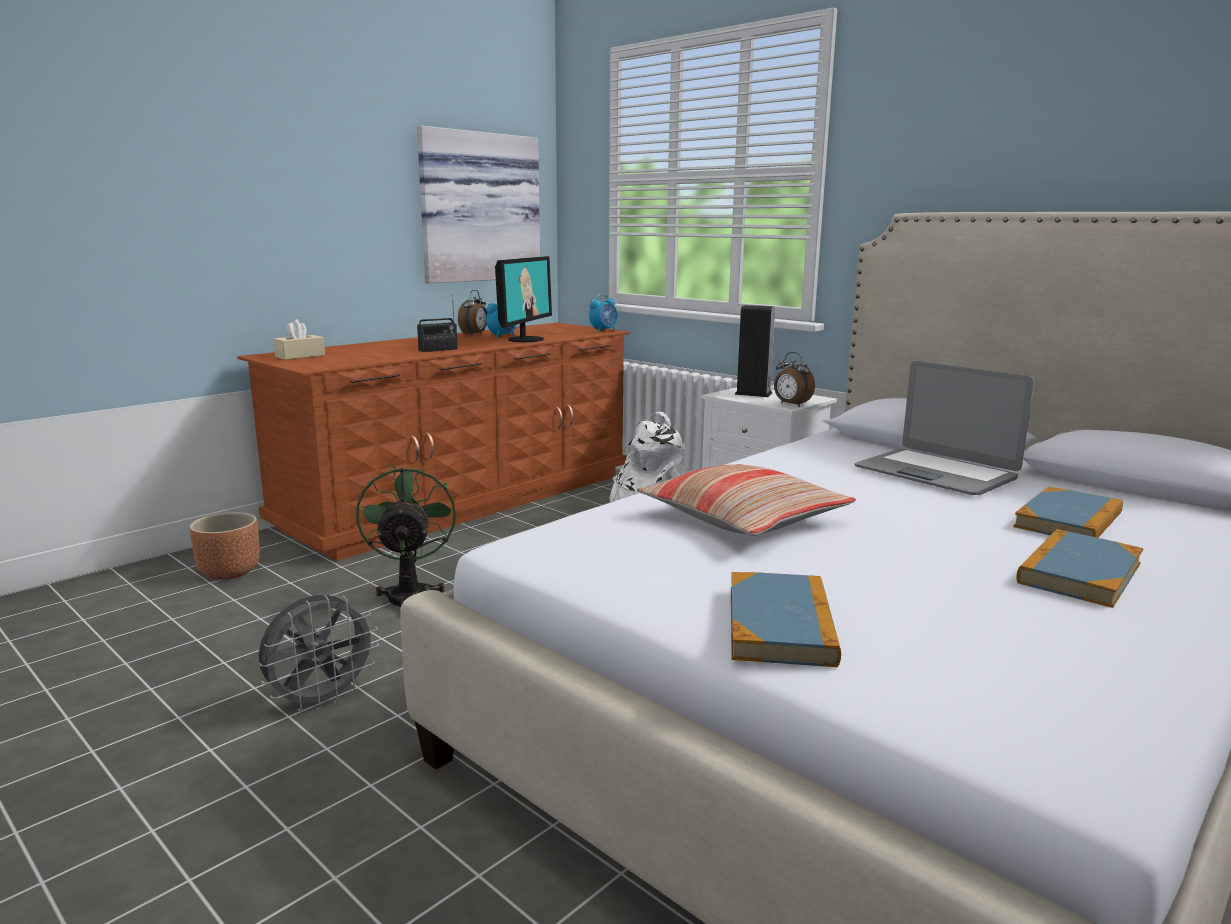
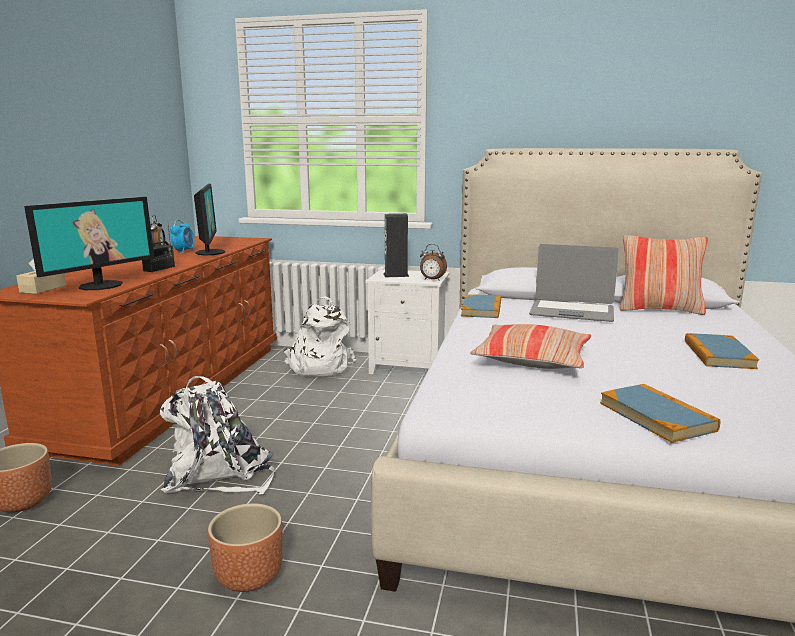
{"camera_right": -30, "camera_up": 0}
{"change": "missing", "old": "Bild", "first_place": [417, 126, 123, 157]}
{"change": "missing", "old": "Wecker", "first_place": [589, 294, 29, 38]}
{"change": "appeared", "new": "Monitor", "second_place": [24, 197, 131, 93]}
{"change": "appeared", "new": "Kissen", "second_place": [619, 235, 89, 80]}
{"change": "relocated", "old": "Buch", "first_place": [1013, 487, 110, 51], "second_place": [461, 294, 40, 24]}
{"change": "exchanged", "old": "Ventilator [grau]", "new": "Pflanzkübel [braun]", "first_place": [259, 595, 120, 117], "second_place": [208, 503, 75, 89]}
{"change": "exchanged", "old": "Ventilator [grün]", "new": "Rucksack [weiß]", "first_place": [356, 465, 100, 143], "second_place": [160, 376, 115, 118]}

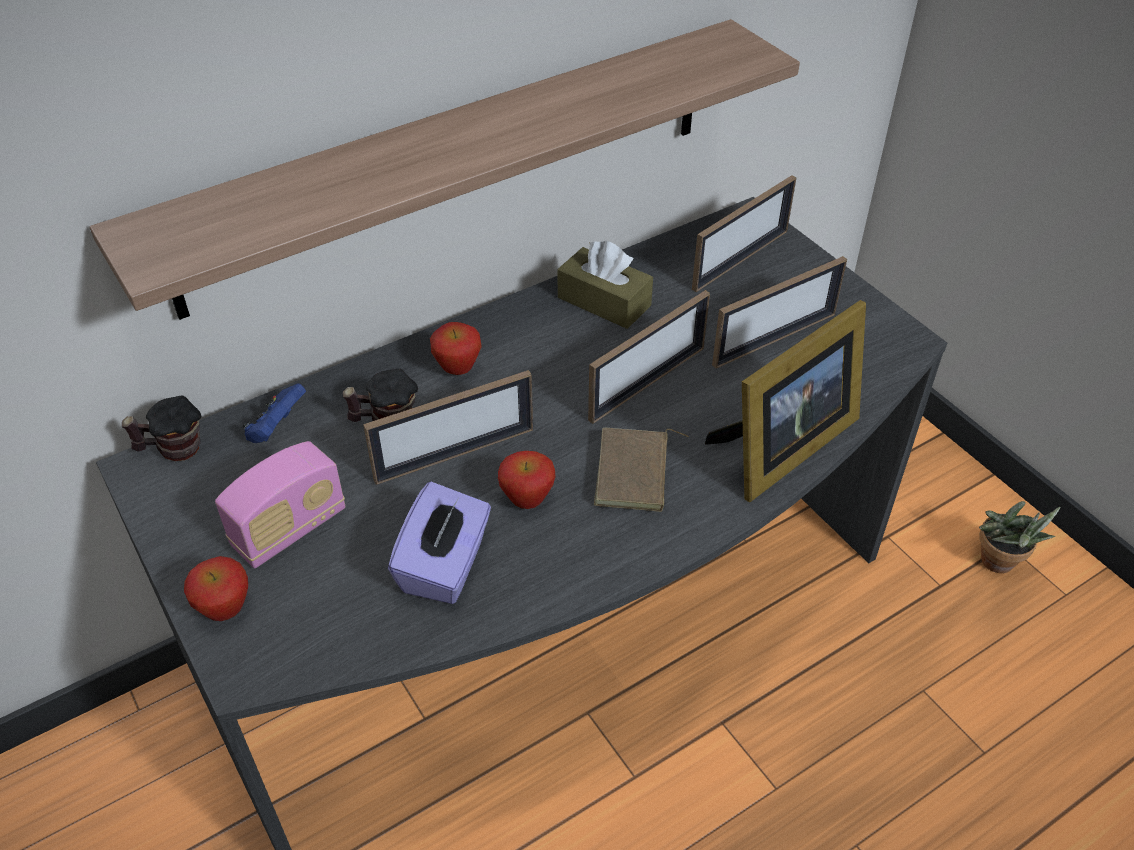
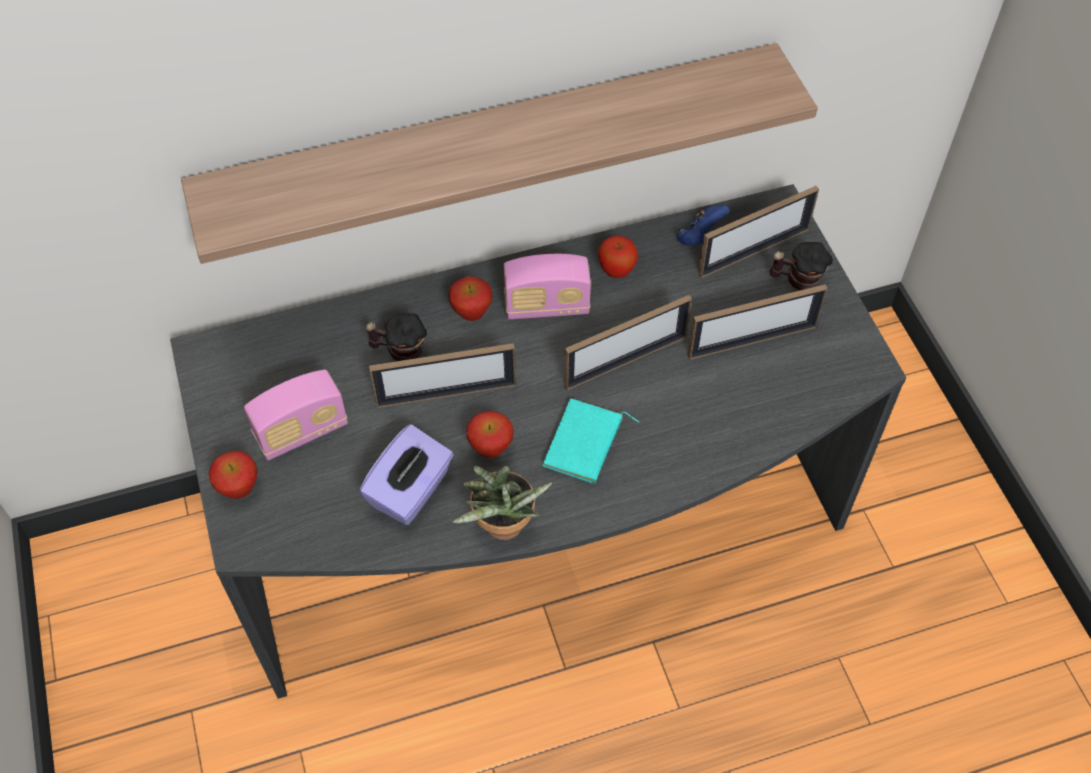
{"camera_right": 15, "camera_up": 10}
{"change": "missing", "old": "Bilderrahmen", "first_place": [704, 300, 162, 202]}
{"change": "appeared", "new": "Radio", "second_place": [504, 254, 87, 65]}
{"change": "relocated", "old": "Henkelbecher", "first_place": [122, 396, 79, 65], "second_place": [769, 242, 64, 48]}
{"change": "relocated", "old": "Gamepad [blau]", "first_place": [242, 383, 64, 60], "second_place": [677, 205, 52, 41]}
{"change": "relocated", "old": "Topfpflanze", "first_place": [979, 501, 81, 72], "second_place": [453, 466, 99, 74]}
{"change": "exchanged", "old": "Taschentuchbox [braun]", "new": "Apfel", "first_place": [558, 241, 95, 88], "second_place": [598, 235, 40, 43]}
{"change": "colour", "old": "Buch [braun]", "new": "Buch [türkis]", "first_place": [594, 428, 95, 84], "second_place": [542, 399, 98, 85]}

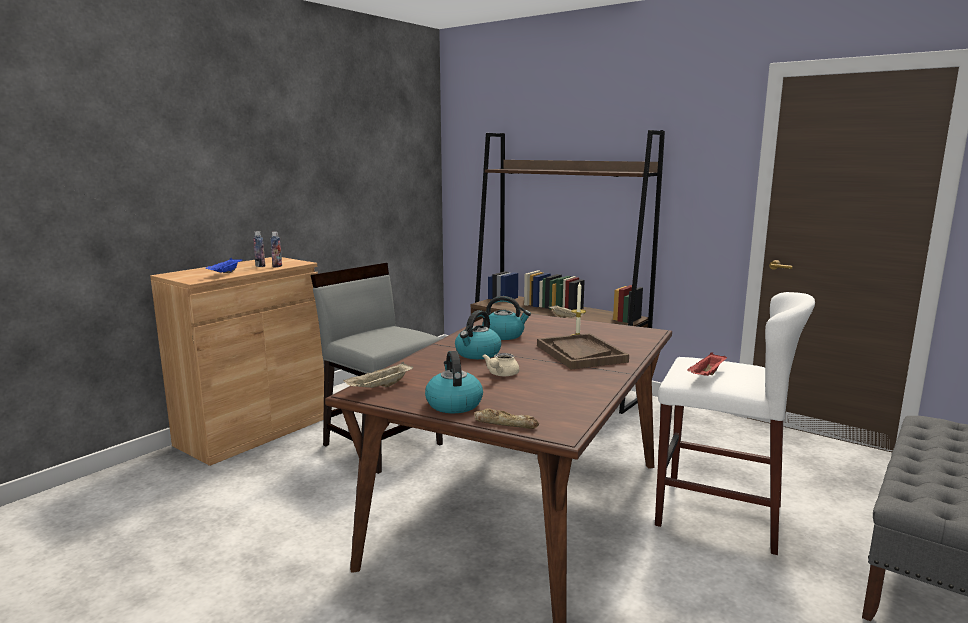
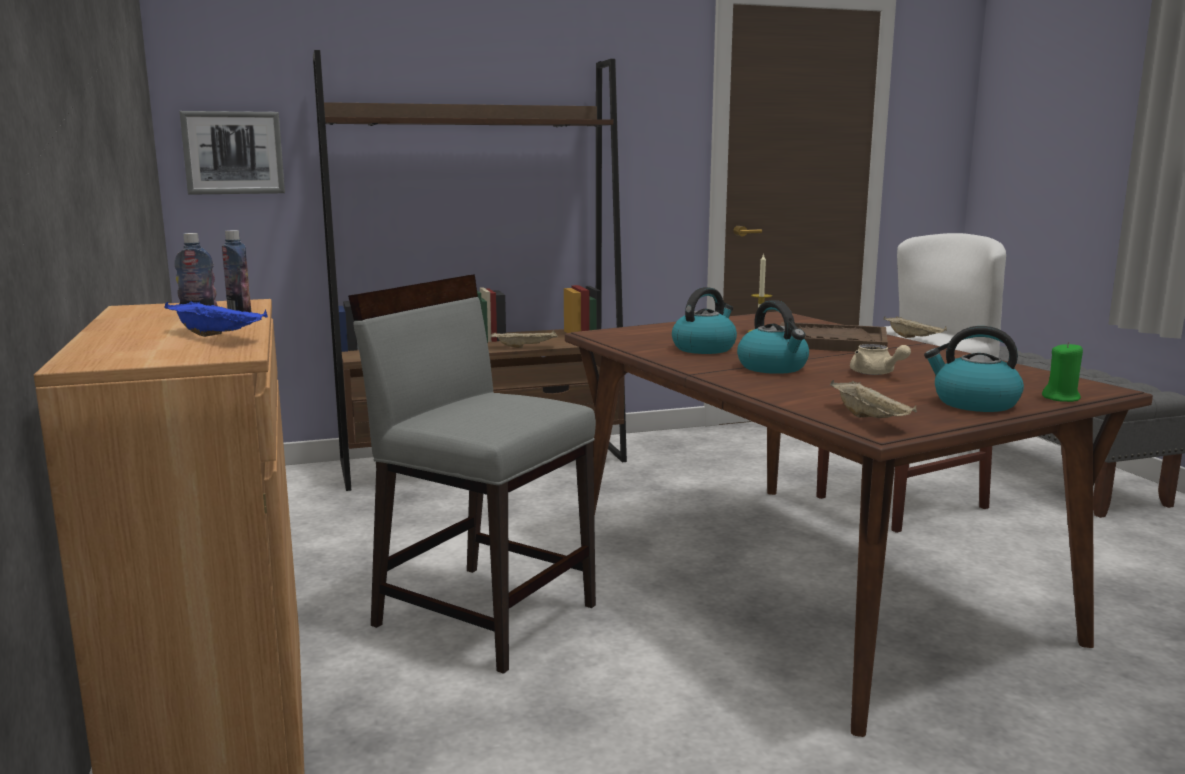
{"camera_right": -55, "camera_up": 0}
{"change": "appeared", "new": "Bild", "second_place": [179, 111, 106, 84]}
{"change": "exchanged", "old": "Brot", "new": "Kerze [grün]", "first_place": [474, 409, 65, 20], "second_place": [1042, 342, 41, 60]}
{"change": "colour", "old": "Tablett [rot]", "new": "Tablett [beige]", "first_place": [687, 352, 40, 24], "second_place": [883, 316, 64, 22]}
{"change": "spun", "old": "Stuhl [grau]", "first_place": [311, 263, 132, 211], "second_place": [348, 274, 248, 400], "degrees": 45}

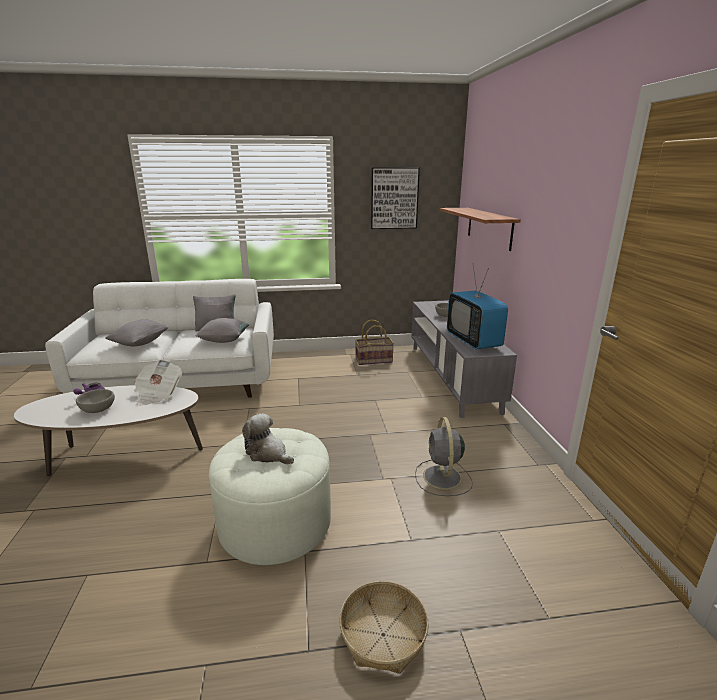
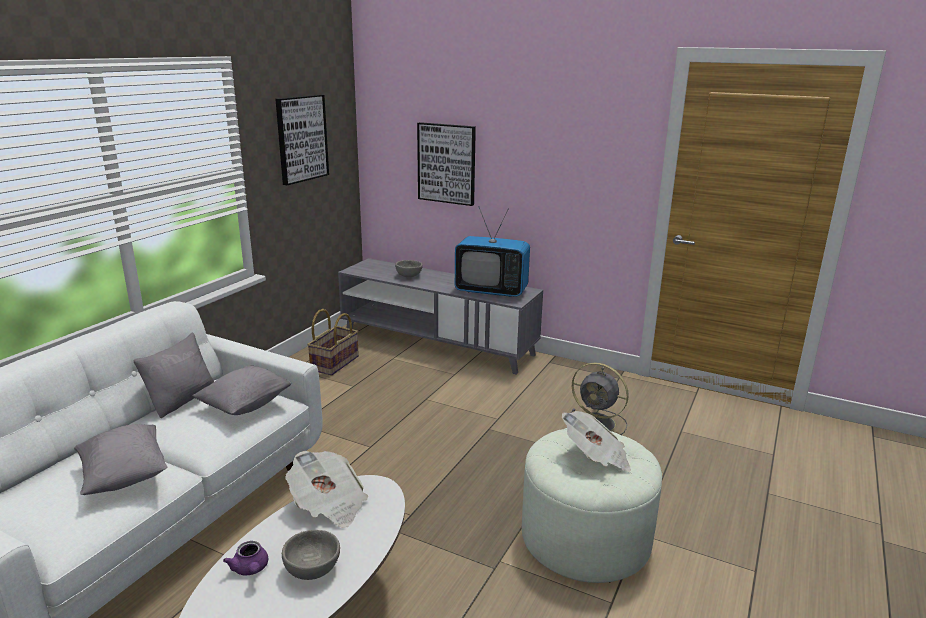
{"camera_right": -55, "camera_up": 0}
{"change": "missing", "old": "Korb", "first_place": [339, 581, 90, 93]}
{"change": "exchanged", "old": "Plüschtier", "new": "Zeitung", "first_place": [242, 413, 52, 52], "second_place": [562, 411, 69, 60]}
{"change": "exchanged", "old": "Wandregal", "new": "Bild", "first_place": [440, 208, 81, 43], "second_place": [417, 122, 59, 84]}

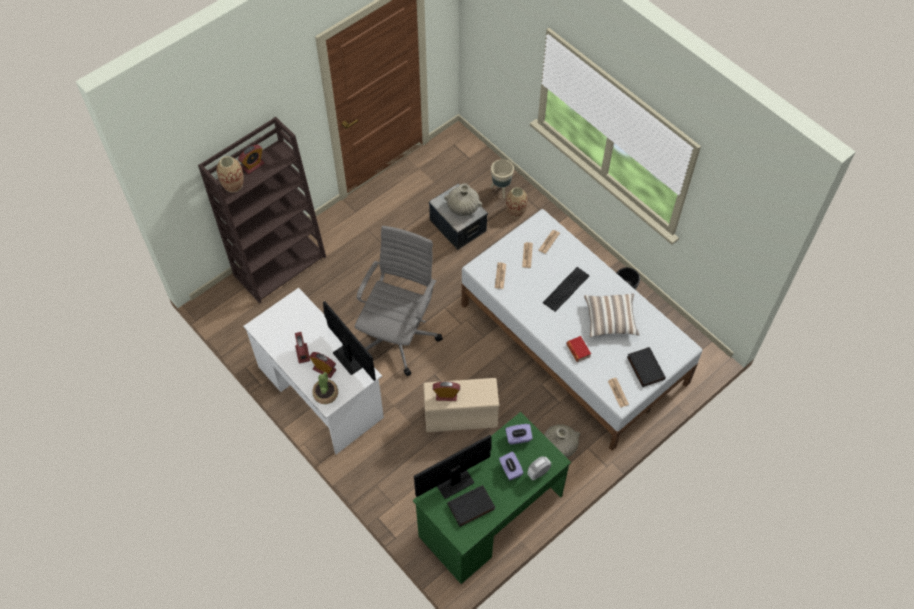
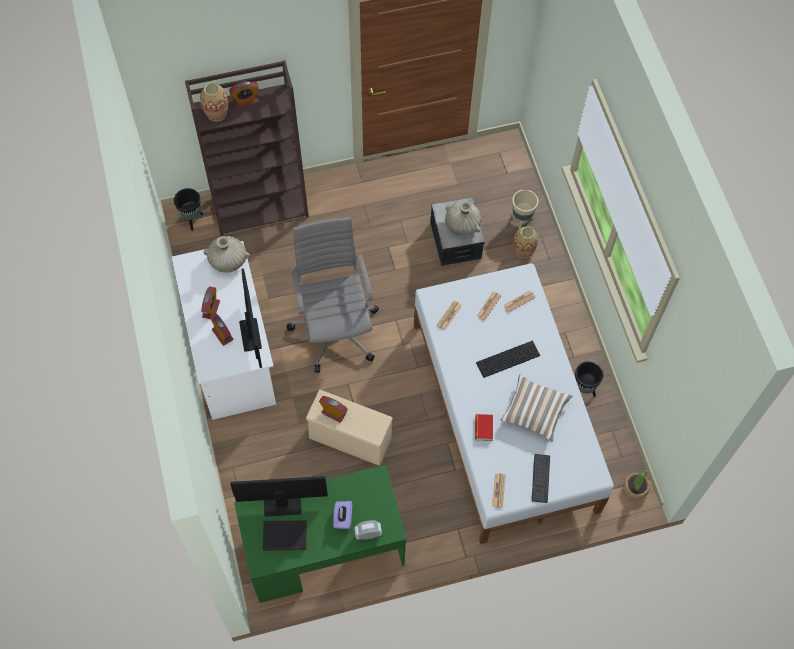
{"camera_right": 25, "camera_up": 5}
{"change": "missing", "old": "Taschentuchbox [lila]", "first_place": [505, 424, 28, 21]}
{"change": "appeared", "new": "Pflanzkübel [schwarz]", "second_place": [174, 188, 30, 43]}
{"change": "relocated", "old": "Topfpflanze", "first_place": [312, 372, 26, 32], "second_place": [623, 470, 27, 29]}
{"change": "relocated", "old": "Vase [beige]", "first_place": [544, 424, 37, 34], "second_place": [204, 236, 46, 37]}
{"change": "exchanged", "old": "Buch [schwarz]", "new": "Tastatur", "first_place": [627, 347, 39, 40], "second_place": [532, 454, 18, 49]}
{"change": "spun", "old": "Bürostuhl [grau]", "first_place": [355, 225, 88, 151], "second_place": [287, 217, 92, 156], "degrees": -60}

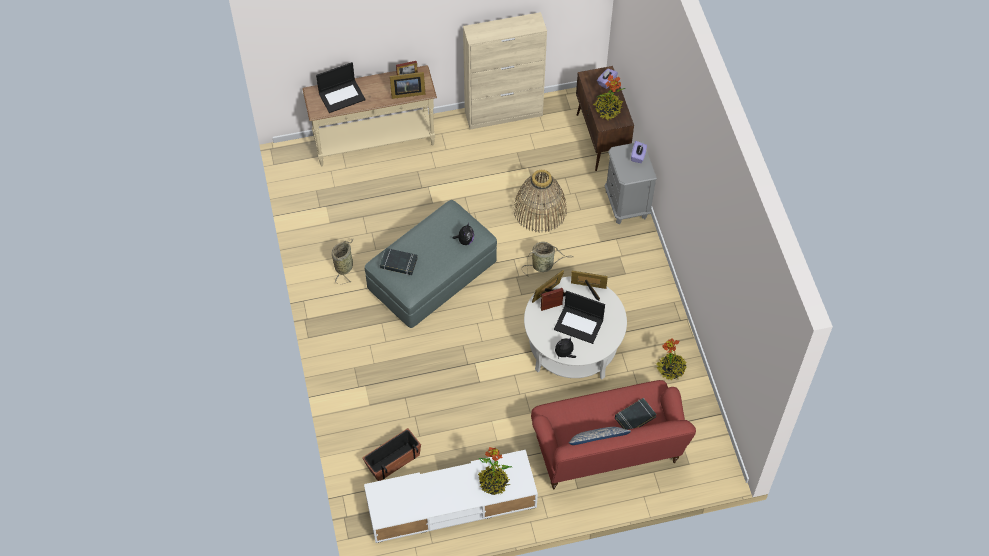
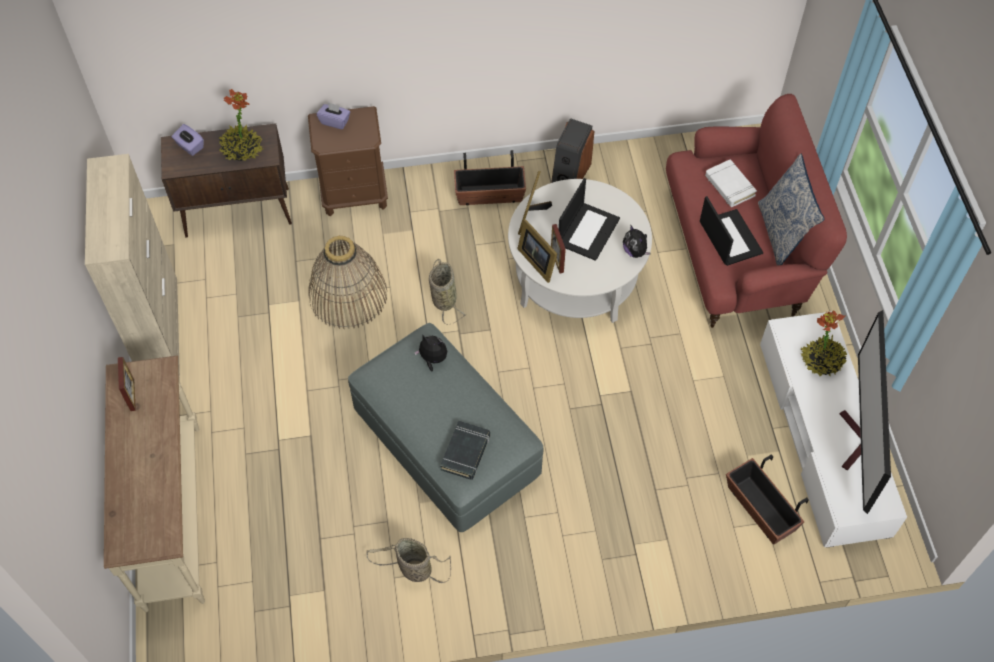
{"camera_right": -85, "camera_up": 0}
{"change": "missing", "old": "Bilderrahmen", "first_place": [390, 72, 36, 27]}
{"change": "missing", "old": "Topfpflanze", "first_place": [657, 338, 30, 42]}
{"change": "appeared", "new": "Pflanzkübel", "second_place": [454, 150, 72, 55]}
{"change": "appeared", "new": "Lautsprecher", "second_place": [551, 118, 43, 65]}
{"change": "appeared", "new": "Fernseher", "second_place": [839, 310, 52, 204]}
{"change": "relocated", "old": "Laptop", "first_place": [316, 62, 49, 51], "second_place": [700, 196, 63, 70]}
{"change": "colour", "old": "Nachttisch [grau]", "new": "Nachttisch [braun]", "first_place": [605, 141, 52, 84], "second_place": [308, 106, 80, 110]}
{"change": "colour", "old": "Buch [schwarz]", "new": "Buch [weiß]", "first_place": [615, 398, 42, 32], "second_place": [705, 159, 52, 48]}

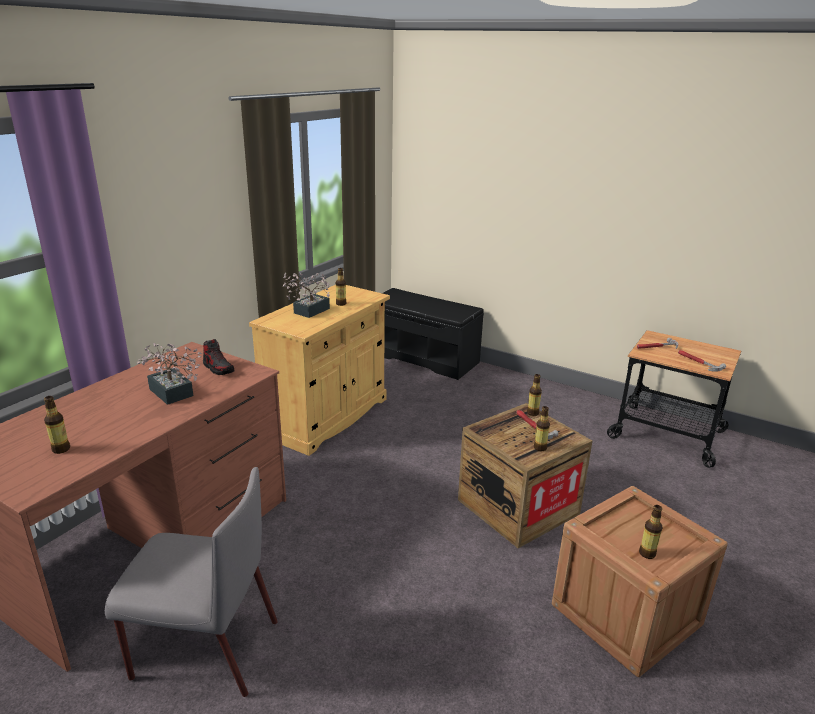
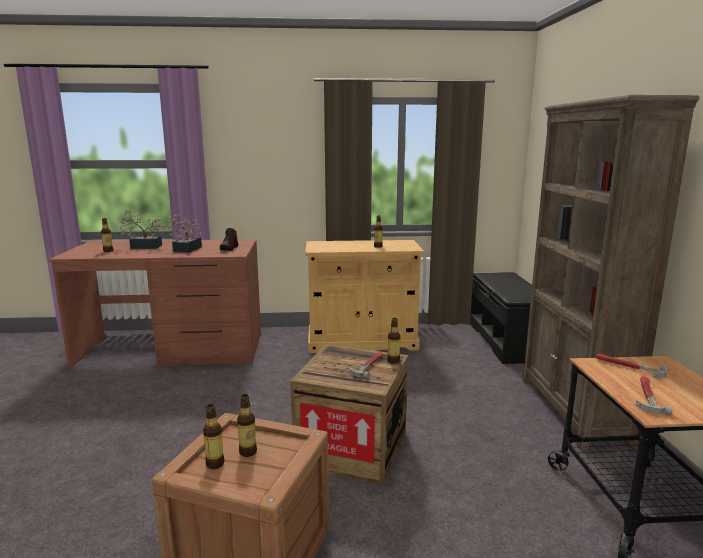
{"camera_right": 55, "camera_up": -10}
{"change": "missing", "old": "Stuhl [grau]", "first_place": [105, 467, 173, 230]}
{"change": "appeared", "new": "Bücherregal [braun]", "second_place": [522, 95, 177, 355]}
{"change": "relocated", "old": "Topfpflanze", "first_place": [283, 273, 47, 45], "second_place": [117, 210, 49, 39]}
{"change": "relocated", "old": "Flasche", "first_place": [534, 406, 16, 45], "second_place": [237, 394, 20, 63]}

